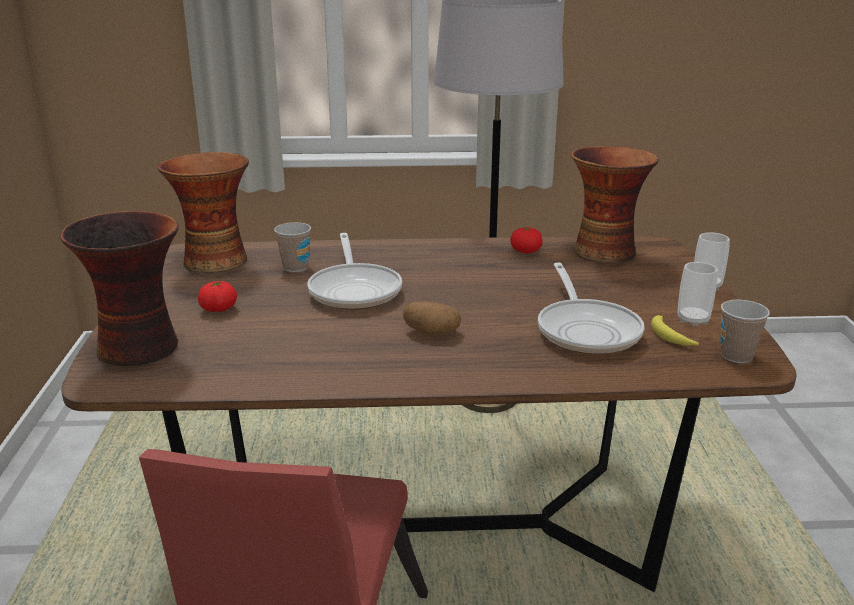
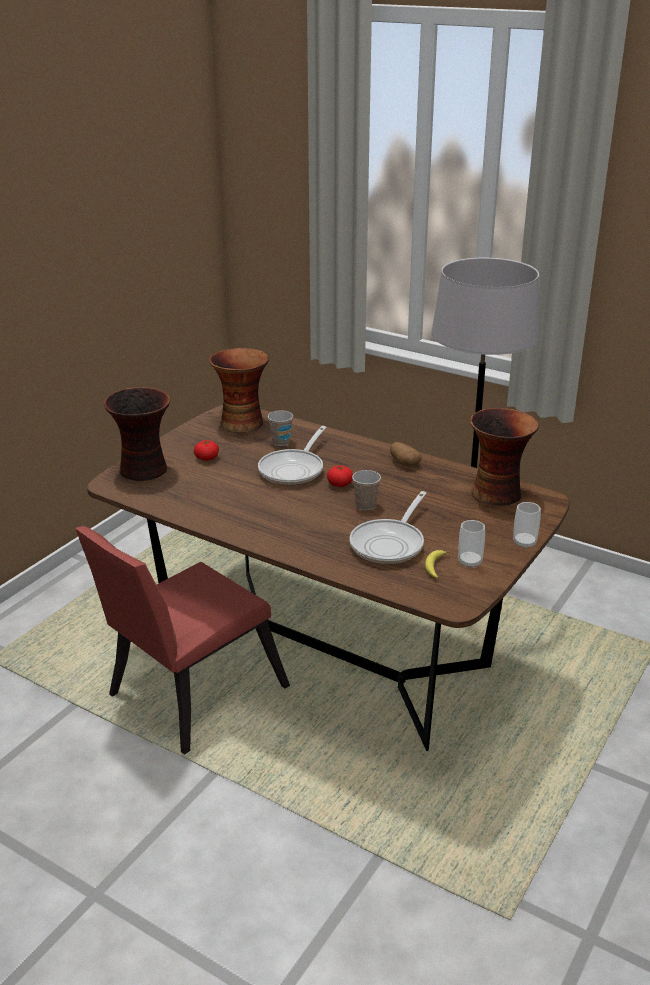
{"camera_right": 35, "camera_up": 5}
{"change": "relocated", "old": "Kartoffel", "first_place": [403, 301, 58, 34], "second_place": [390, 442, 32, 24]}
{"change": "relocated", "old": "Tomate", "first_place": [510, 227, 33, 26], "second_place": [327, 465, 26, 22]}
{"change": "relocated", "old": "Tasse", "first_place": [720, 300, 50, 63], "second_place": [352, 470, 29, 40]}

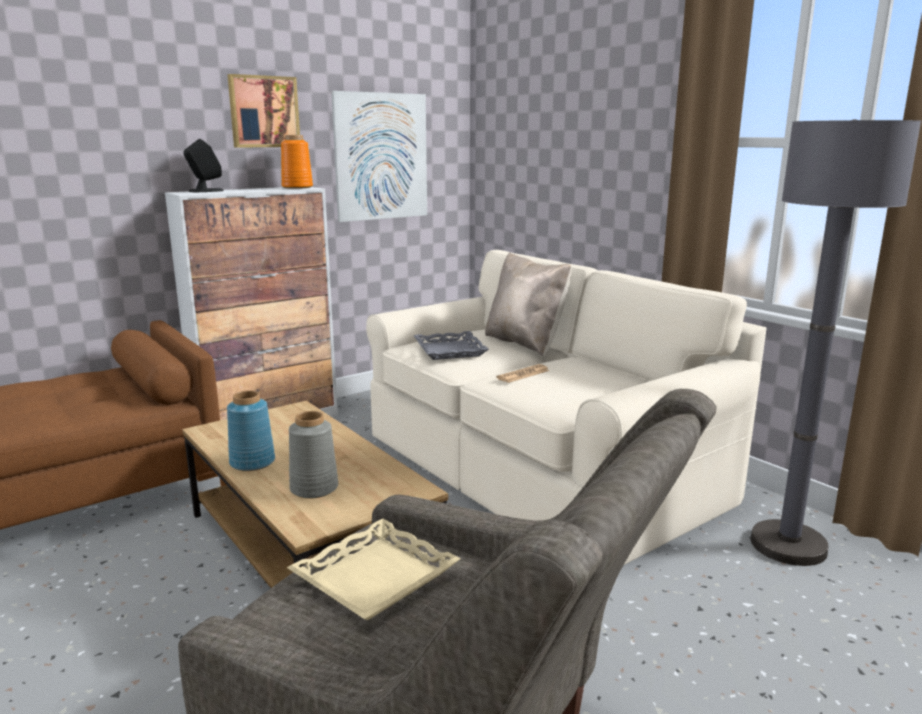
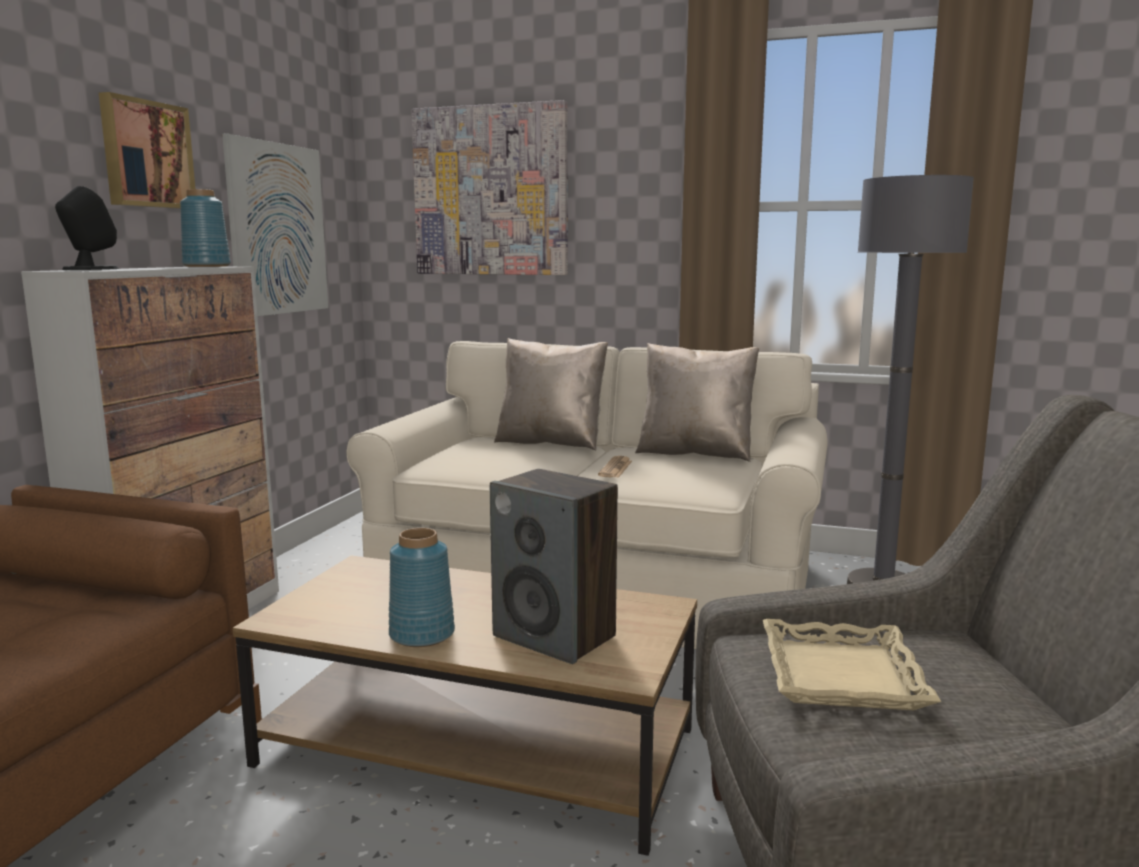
{"camera_right": -35, "camera_up": -5}
{"change": "missing", "old": "Tablett [grau]", "first_place": [414, 331, 75, 29]}
{"change": "appeared", "new": "Bild", "second_place": [411, 100, 157, 175]}
{"change": "appeared", "new": "Kissen [beige]", "second_place": [635, 343, 124, 119]}
{"change": "exchanged", "old": "Vase [grau]", "new": "Lautsprecher", "first_place": [289, 411, 49, 87], "second_place": [490, 469, 128, 195]}
{"change": "colour", "old": "Vase [orange]", "new": "Vase [blau]", "first_place": [281, 135, 32, 54], "second_place": [180, 189, 51, 78]}

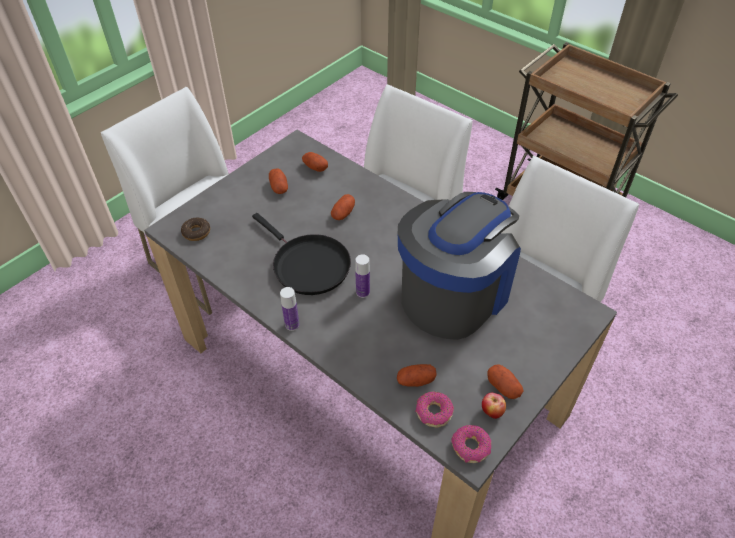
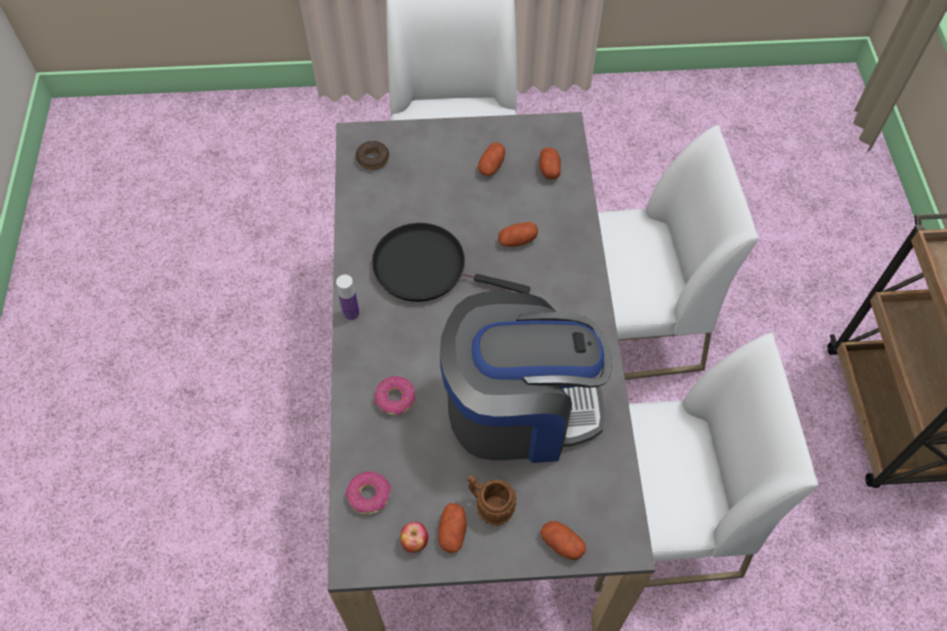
{"camera_right": 45, "camera_up": 10}
{"change": "missing", "old": "Flasche", "first_place": [355, 254, 15, 44]}
{"change": "appeared", "new": "Henkelbecher [braun]", "second_place": [467, 475, 49, 51]}
{"change": "relocated", "old": "Kartoffel", "first_place": [397, 364, 40, 23], "second_place": [540, 521, 46, 39]}
{"change": "relocated", "old": "Donut", "first_place": [451, 425, 40, 38], "second_place": [375, 376, 40, 39]}
{"change": "spun", "old": "Pfanne [schwarz]", "first_place": [252, 213, 99, 82], "second_place": [372, 223, 158, 79], "degrees": 105}

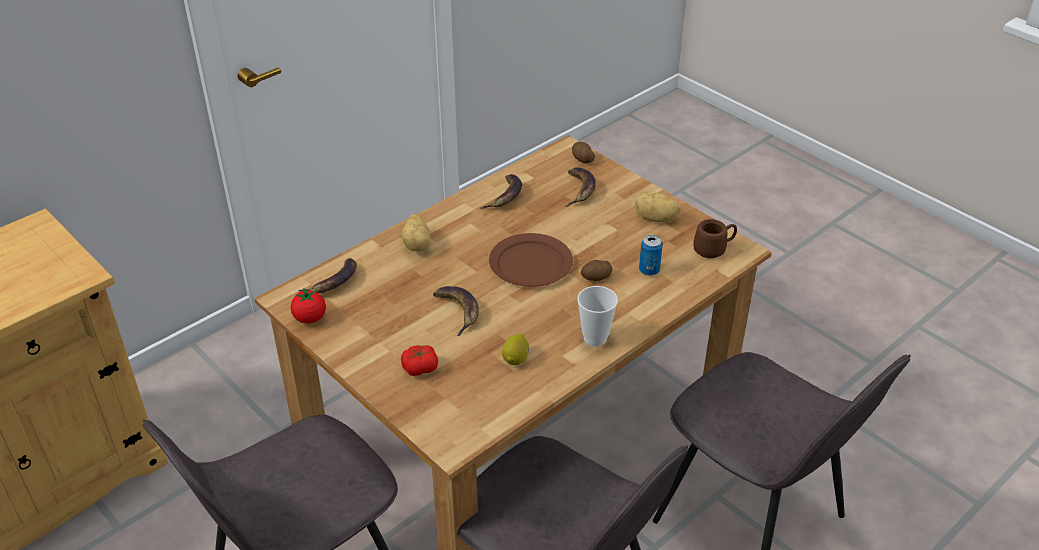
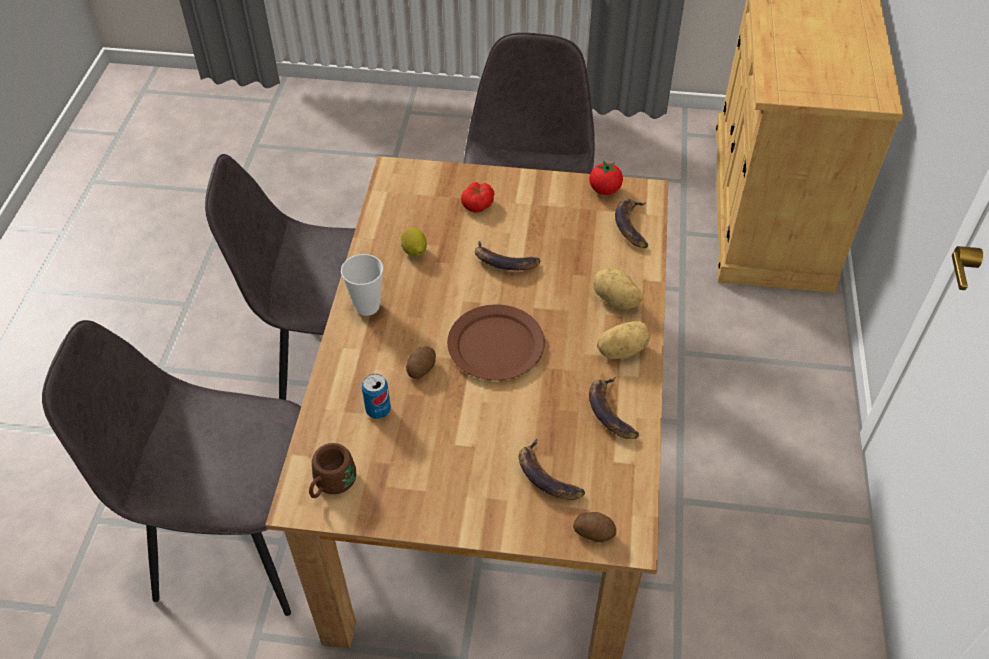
{"camera_right": 140, "camera_up": 10}
{"change": "relocated", "old": "Kartoffel", "first_place": [635, 191, 46, 31], "second_place": [597, 321, 53, 38]}

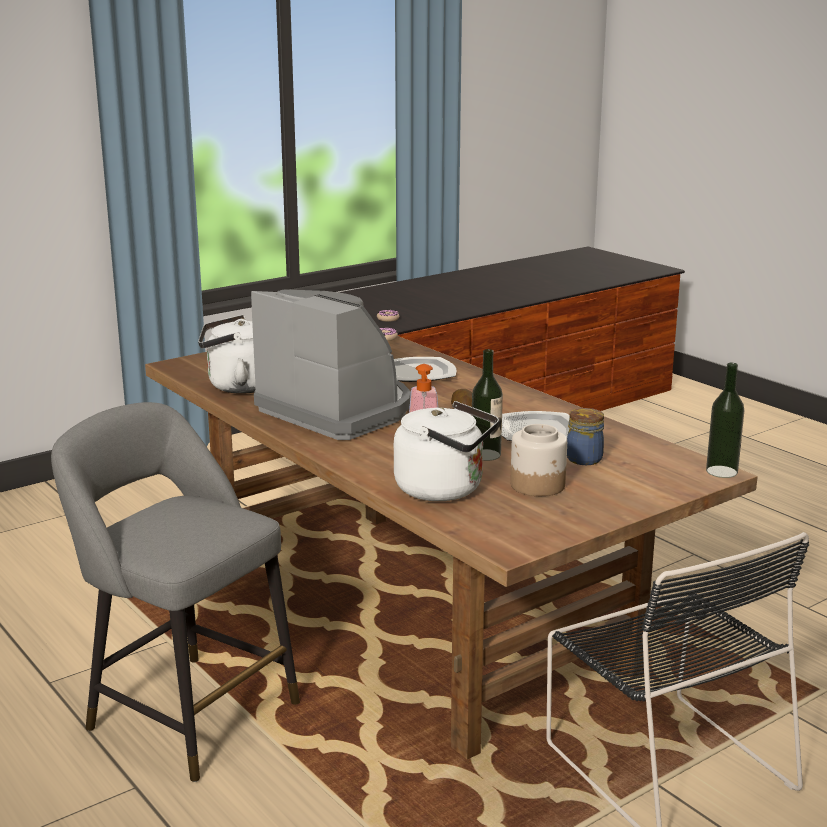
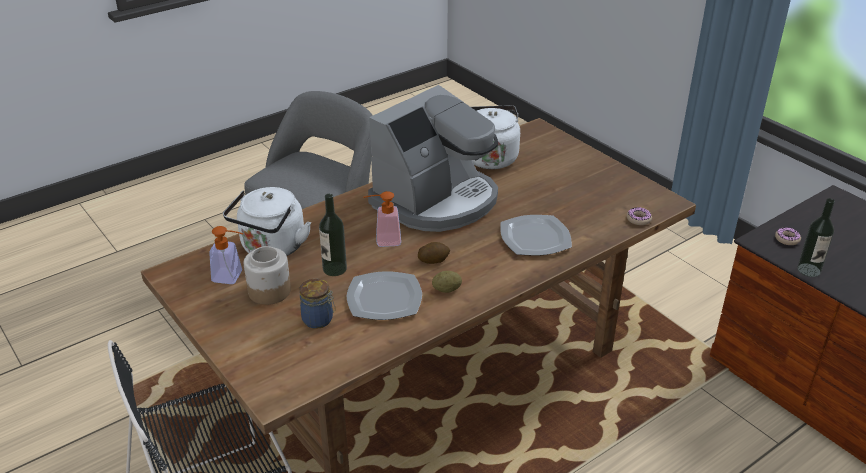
{"camera_right": 90, "camera_up": 15}
{"change": "appeared", "new": "Seifenspender", "second_place": [209, 226, 35, 58]}
{"change": "appeared", "new": "Kartoffel", "second_place": [432, 271, 30, 22]}
{"change": "relocated", "old": "Flasche", "first_place": [706, 363, 38, 115], "second_place": [797, 198, 38, 79]}

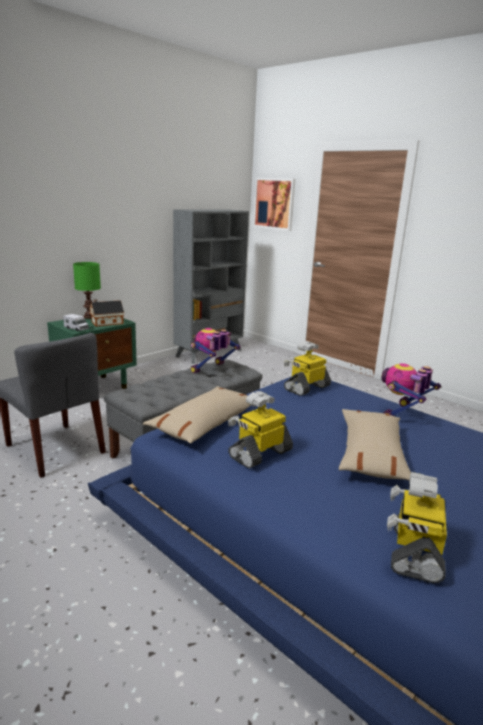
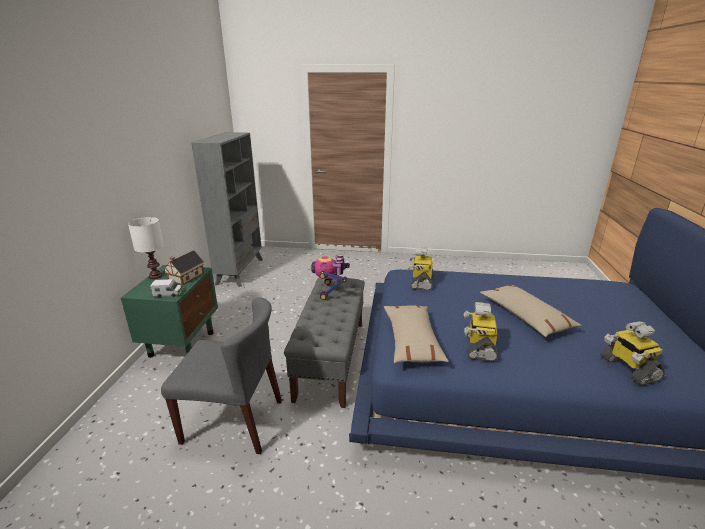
{"camera_right": -35, "camera_up": 5}
{"change": "missing", "old": "Bild", "first_place": [253, 178, 42, 53]}
{"change": "missing", "old": "Spielzeugroboter", "first_place": [381, 363, 60, 53]}
{"change": "colour", "old": "Tischlampe [grün]", "new": "Tischlampe [weiß]", "first_place": [73, 262, 28, 57], "second_place": [128, 217, 36, 62]}

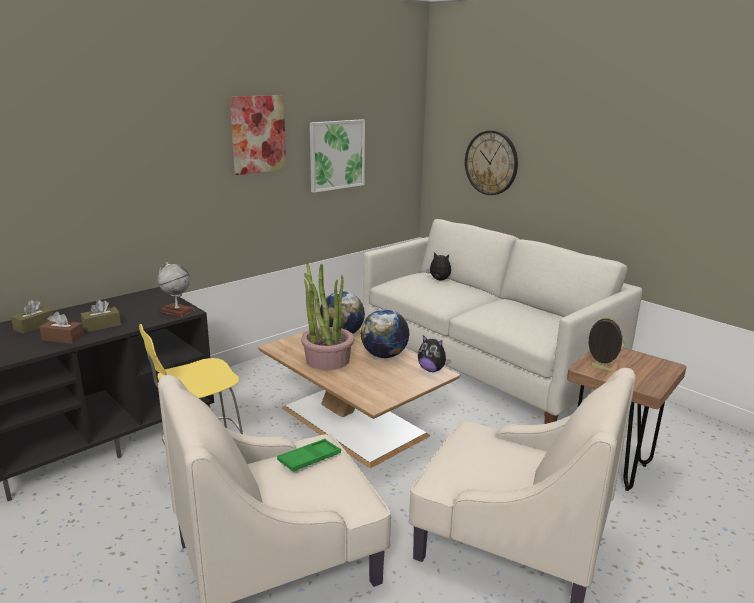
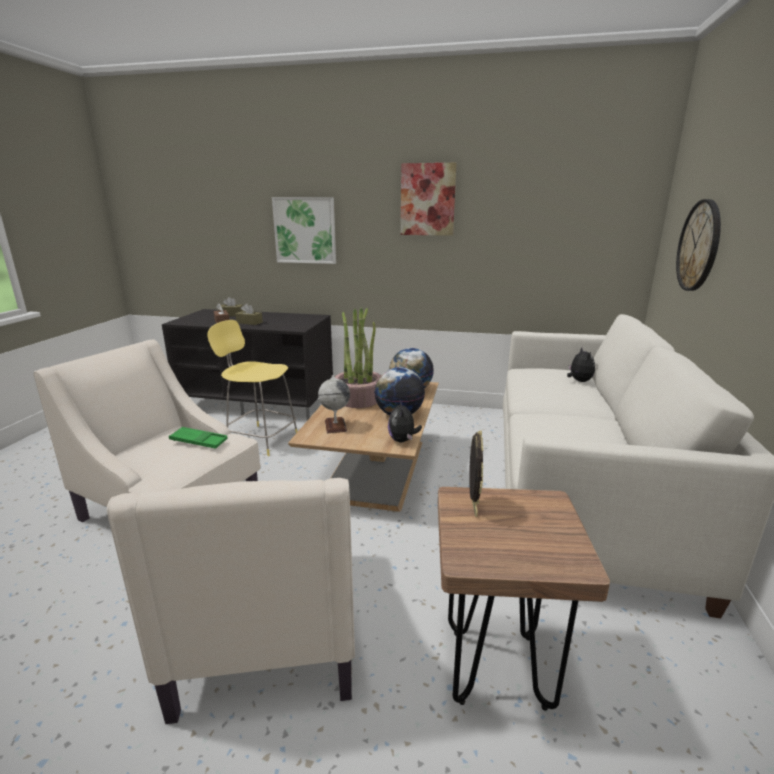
{"camera_right": 55, "camera_up": 0}
{"change": "relocated", "old": "Globus", "first_place": [158, 262, 37, 55], "second_place": [318, 375, 32, 58]}
{"change": "relocated", "old": "Bild", "first_place": [310, 119, 55, 74], "second_place": [272, 197, 64, 67]}

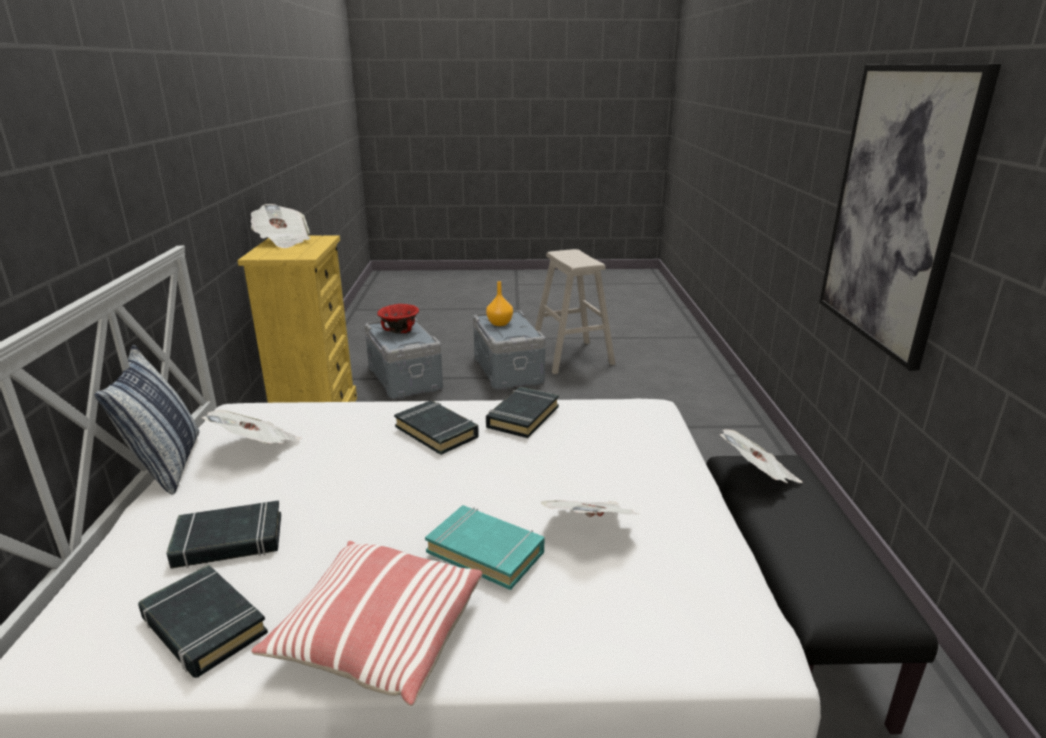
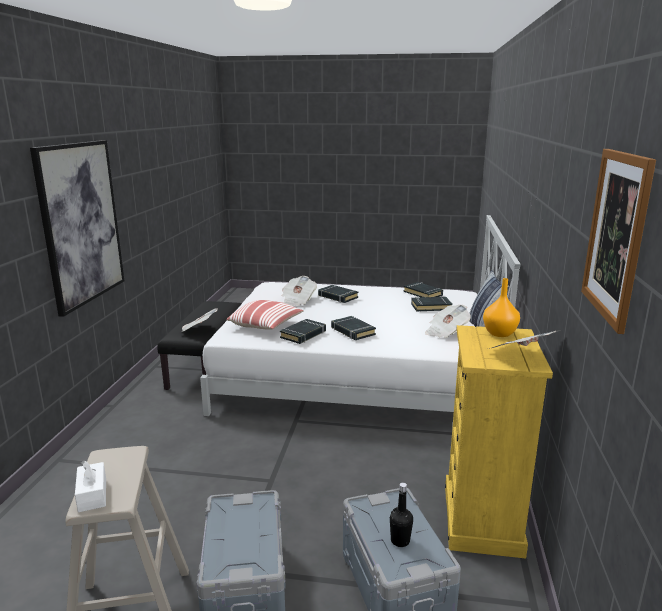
{"camera_right": -170, "camera_up": -5}
{"change": "appeared", "new": "Taschentuchbox [weiß]", "second_place": [75, 460, 31, 52]}
{"change": "appeared", "new": "Bild", "second_place": [581, 149, 75, 185]}
{"change": "relocated", "old": "Kissen", "first_place": [251, 541, 231, 165], "second_place": [226, 300, 78, 30]}
{"change": "relocated", "old": "Vase [orange]", "first_place": [486, 281, 27, 45], "second_place": [483, 278, 37, 59]}
{"change": "exchanged", "old": "Schüssel [rot]", "new": "Flasche [schwarz]", "first_place": [377, 304, 42, 30], "second_place": [390, 483, 23, 64]}
{"change": "colour", "old": "Buch [türkis]", "new": "Buch [schwarz]", "first_place": [425, 505, 119, 85], "second_place": [318, 285, 40, 18]}

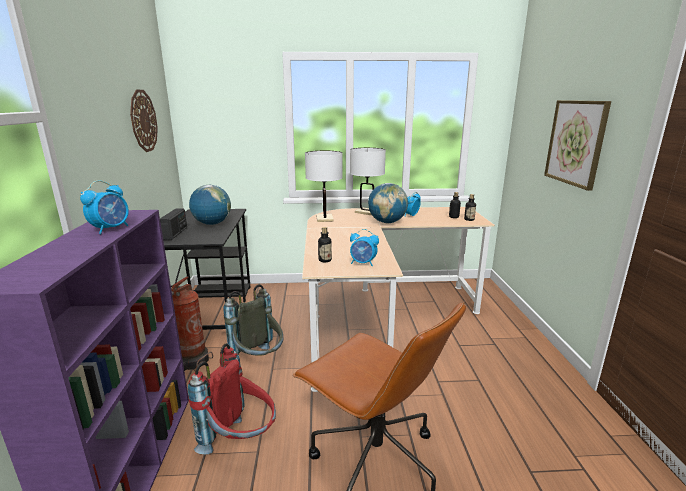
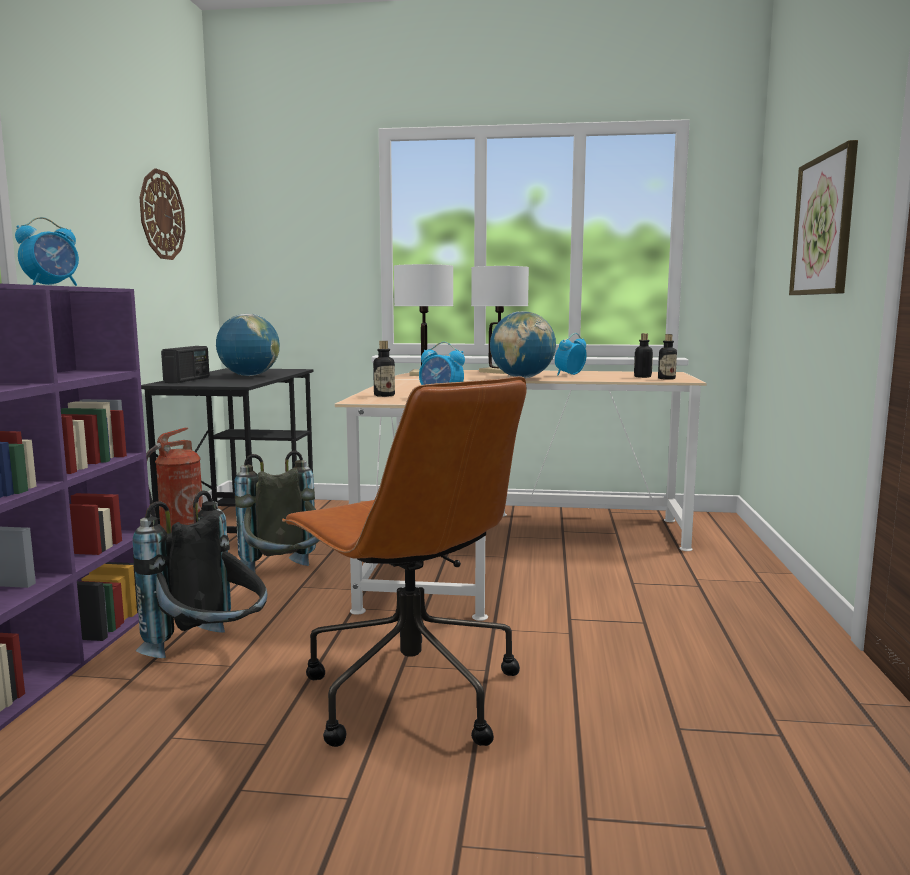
{"camera_right": 10, "camera_up": -10}
{"change": "colour", "old": "Rucksack [rot]", "new": "Rucksack [schwarz]", "first_place": [188, 343, 88, 111], "second_place": [133, 490, 134, 168]}

